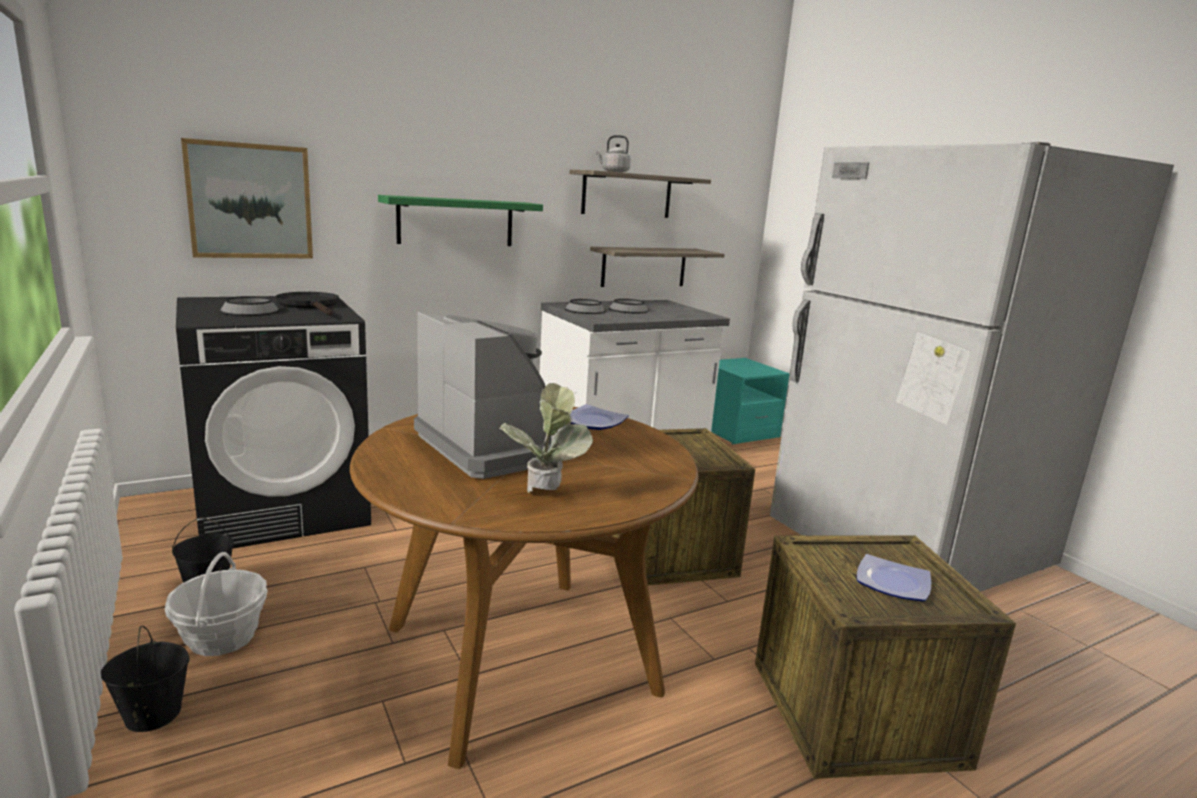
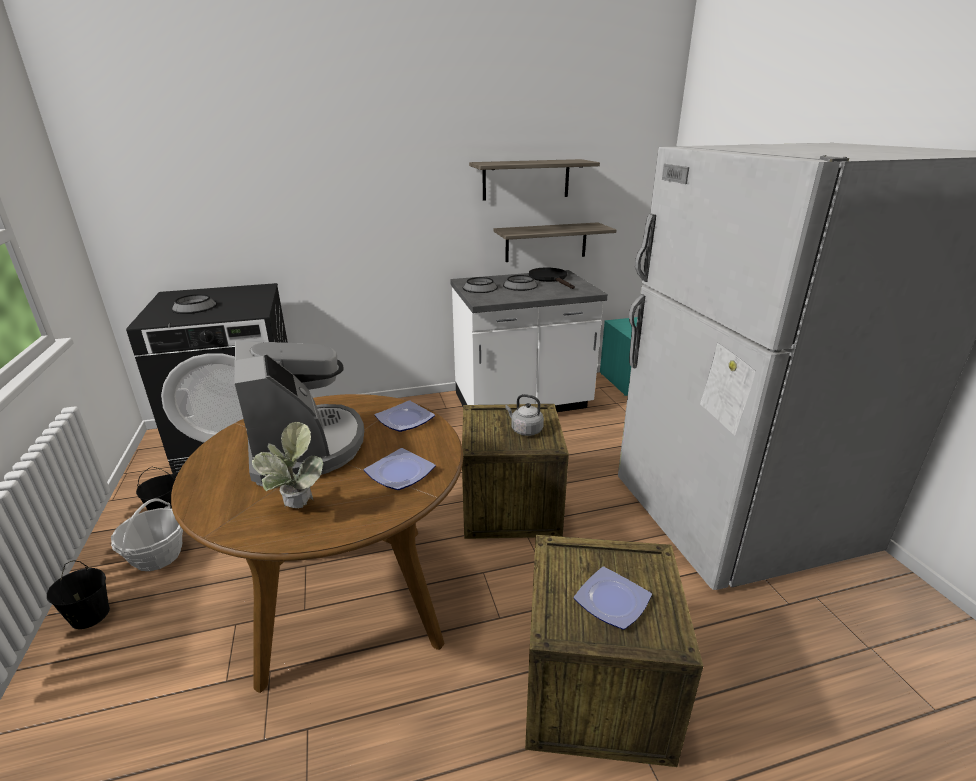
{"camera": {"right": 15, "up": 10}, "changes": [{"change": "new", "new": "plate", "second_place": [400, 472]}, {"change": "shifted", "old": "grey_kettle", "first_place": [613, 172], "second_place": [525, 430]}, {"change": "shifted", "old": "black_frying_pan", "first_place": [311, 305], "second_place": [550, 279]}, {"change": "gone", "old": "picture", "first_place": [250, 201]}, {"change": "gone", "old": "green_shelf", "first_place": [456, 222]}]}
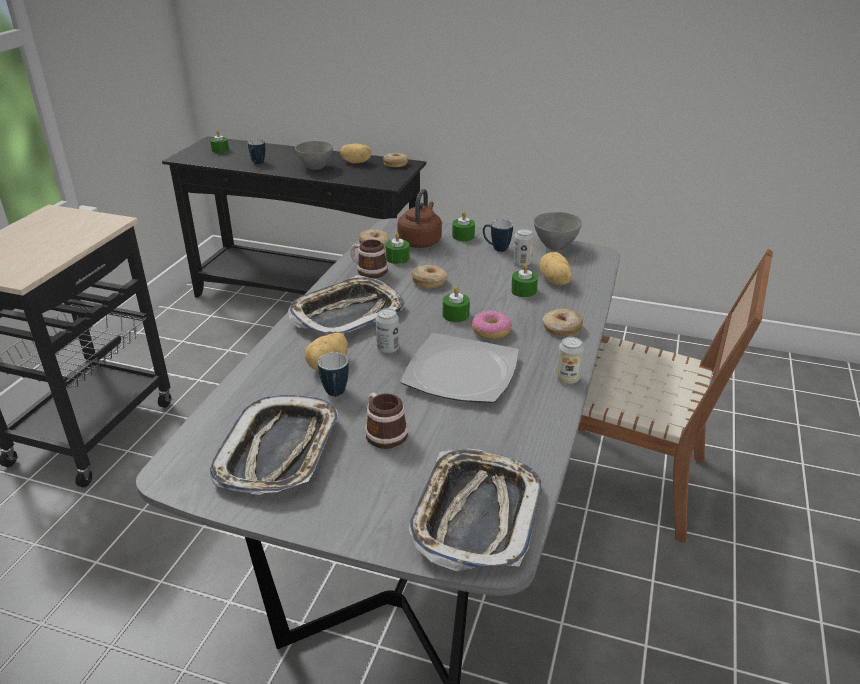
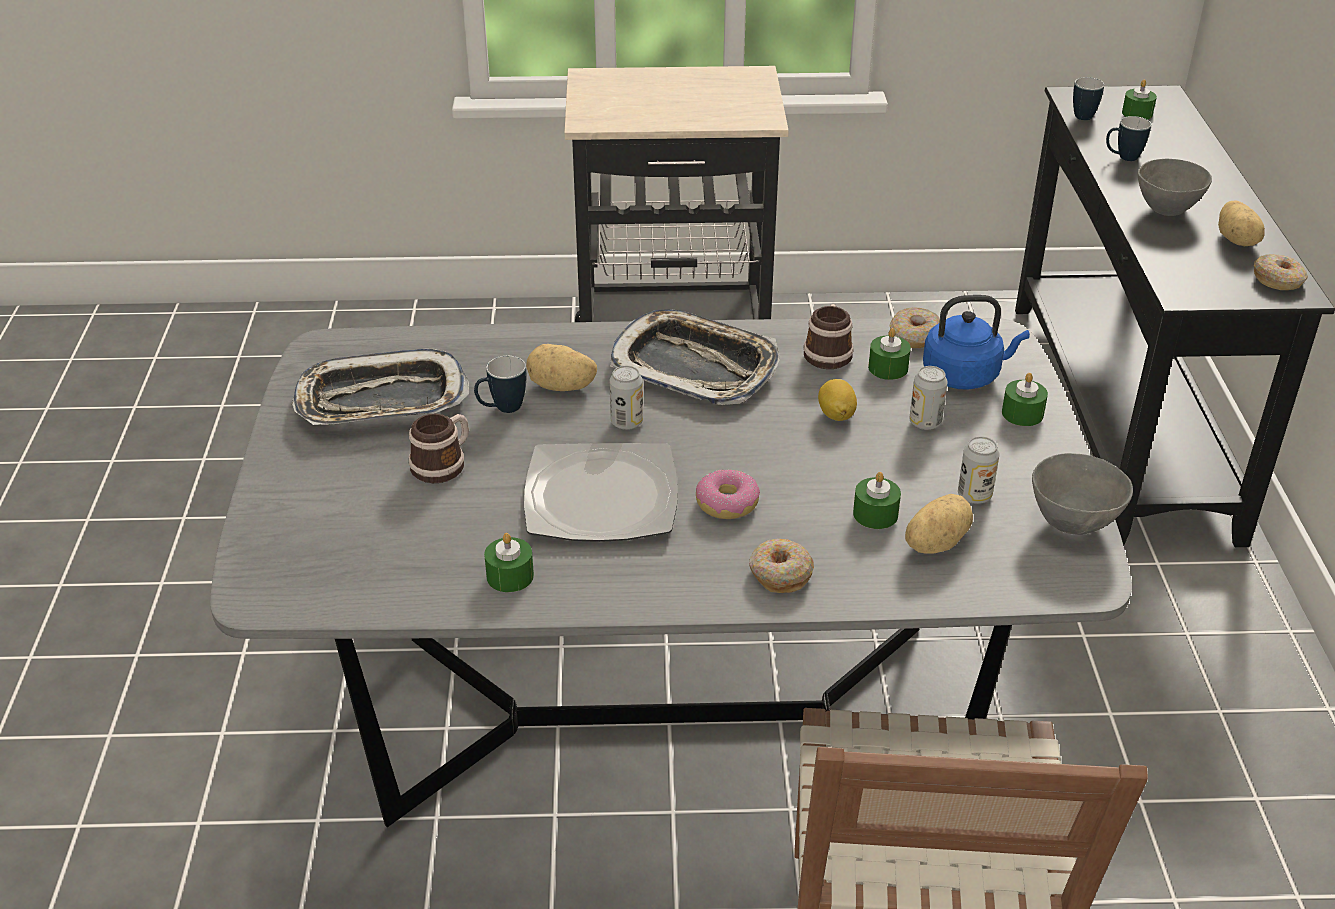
{"camera": {"right": 70, "up": 5}, "changes": [{"change": "shifted", "old": "green_candle", "first_place": [455, 315], "second_place": [510, 576]}, {"change": "swapped", "old": "donut", "new": "lemon", "first_place": [429, 281], "second_place": [836, 414]}, {"change": "shifted", "old": "can", "first_place": [567, 379], "second_place": [925, 422]}, {"change": "repainted", "old": "brown_kettle", "new": "blue_kettle", "first_place": [420, 241], "second_place": [965, 375]}, {"change": "shifted", "old": "mug", "first_place": [496, 248], "second_place": [1082, 114]}, {"change": "gone", "old": "tray", "first_place": [475, 515]}]}
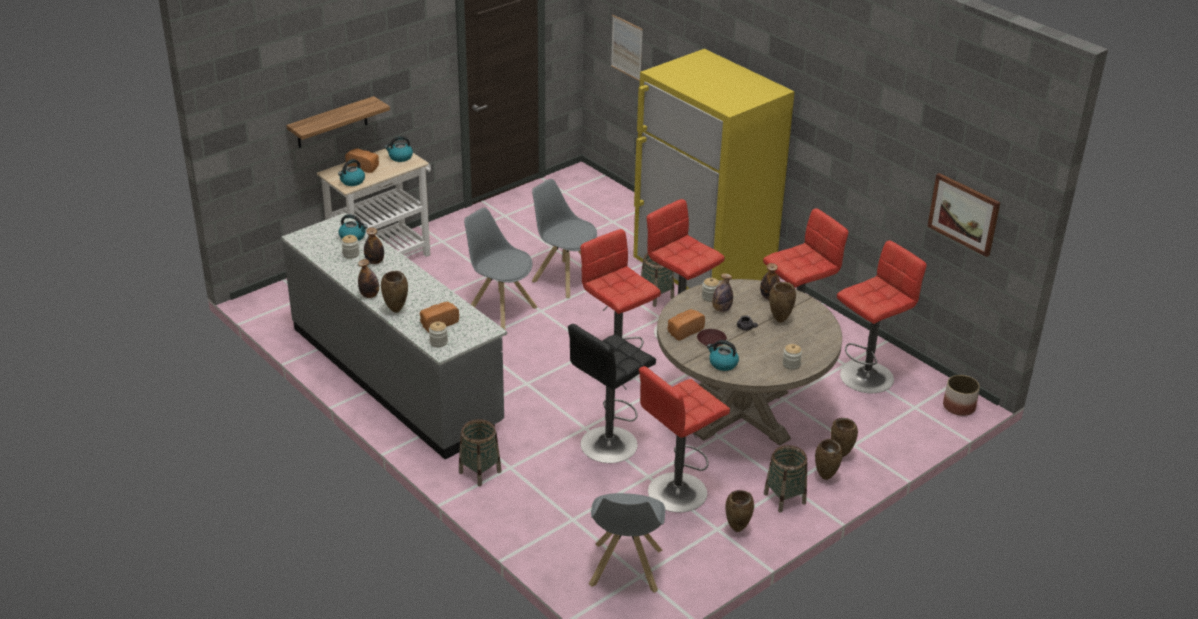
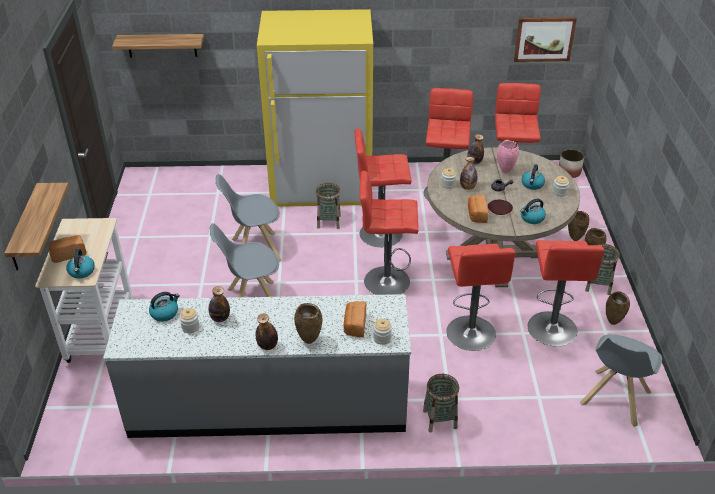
{"camera": {"right": -50, "up": 5}, "changes": [{"change": "swapped", "old": "picture", "new": "shelf", "first_place": [627, 47], "second_place": [162, 45]}, {"change": "repainted", "old": "black_stool", "new": "red_stool", "first_place": [608, 445], "second_place": [470, 333]}, {"change": "repainted", "old": "brown_vase", "new": "pink_vase", "first_place": [779, 320], "second_place": [505, 171]}, {"change": "shifted", "old": "kettle", "first_place": [400, 157], "second_place": [532, 184]}, {"change": "rotated", "old": "grey_chair", "first_place": [625, 569], "second_place": [614, 399], "degrees": 75}]}
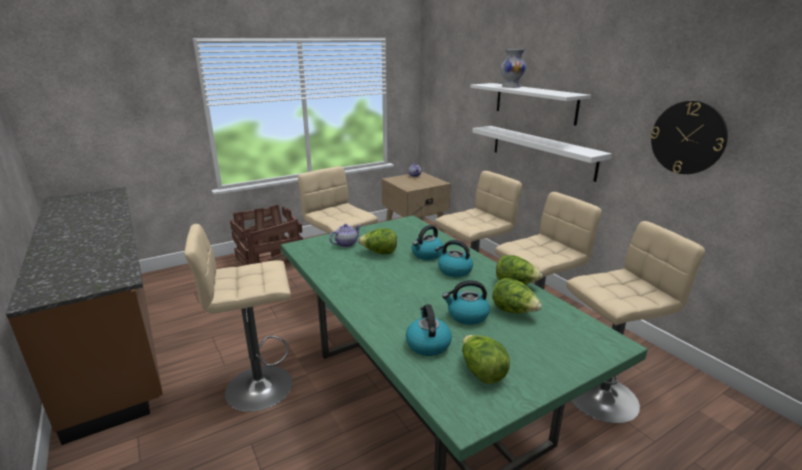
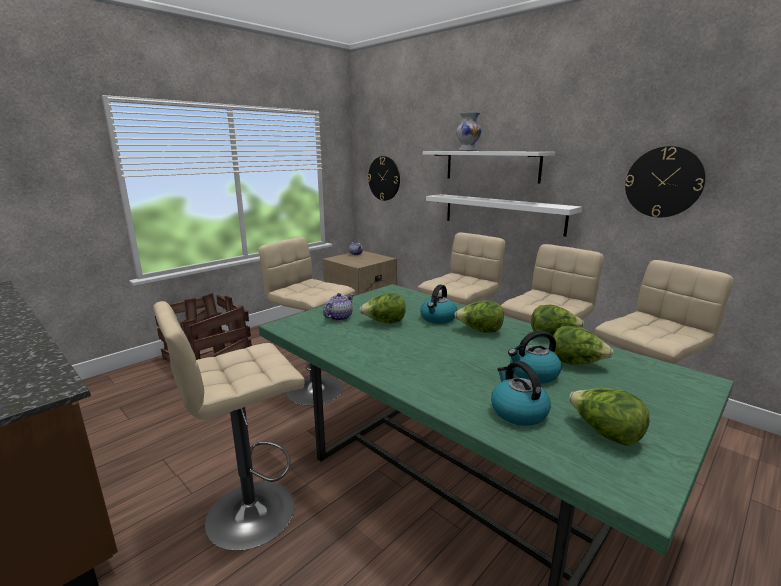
{"camera": {"right": -15, "up": -5}, "changes": [{"change": "new", "new": "wall_clock", "second_place": [384, 178]}, {"change": "swapped", "old": "kettle", "new": "lettuce", "first_place": [454, 270], "second_place": [479, 331]}]}
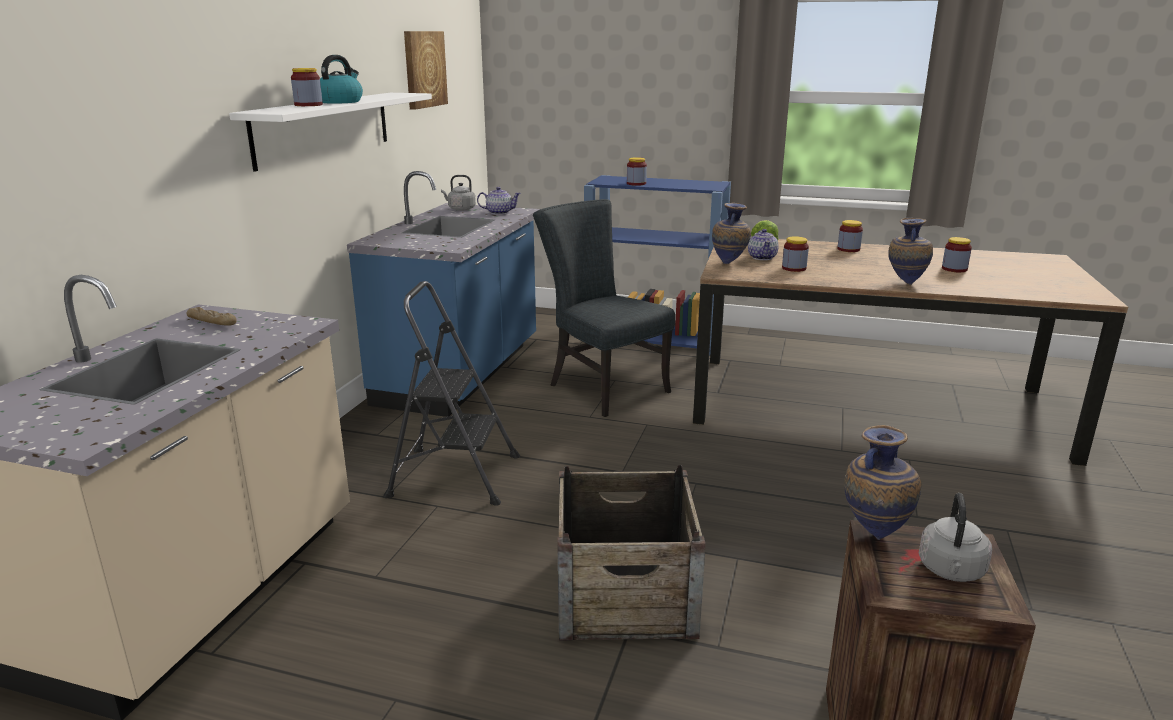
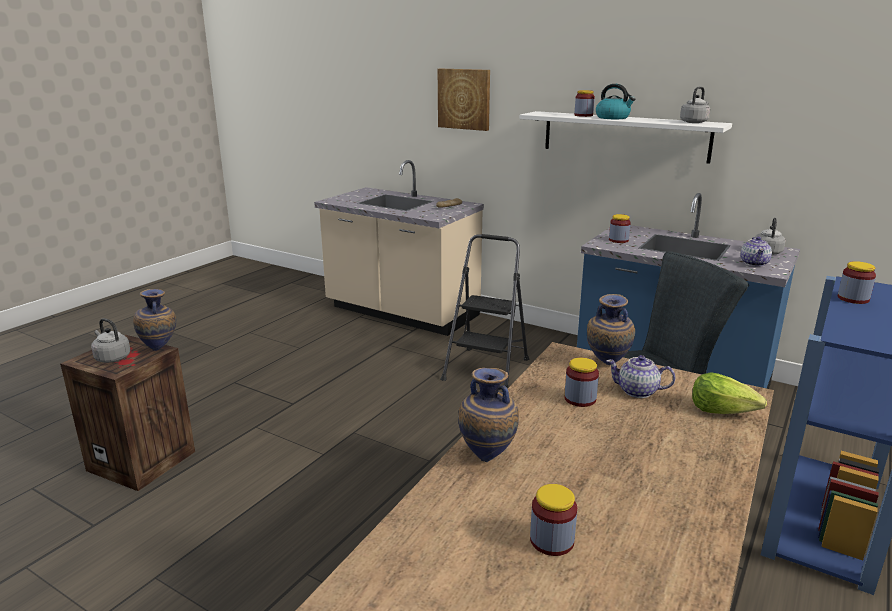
{"camera": {"right": 105, "up": 0}, "changes": [{"change": "shifted", "old": "picture", "first_place": [424, 69], "second_place": [464, 99]}, {"change": "shifted", "old": "jar", "first_place": [848, 249], "second_place": [618, 240]}, {"change": "new", "new": "grey_kettle", "second_place": [694, 122]}, {"change": "gone", "old": "crate", "first_place": [624, 594]}]}
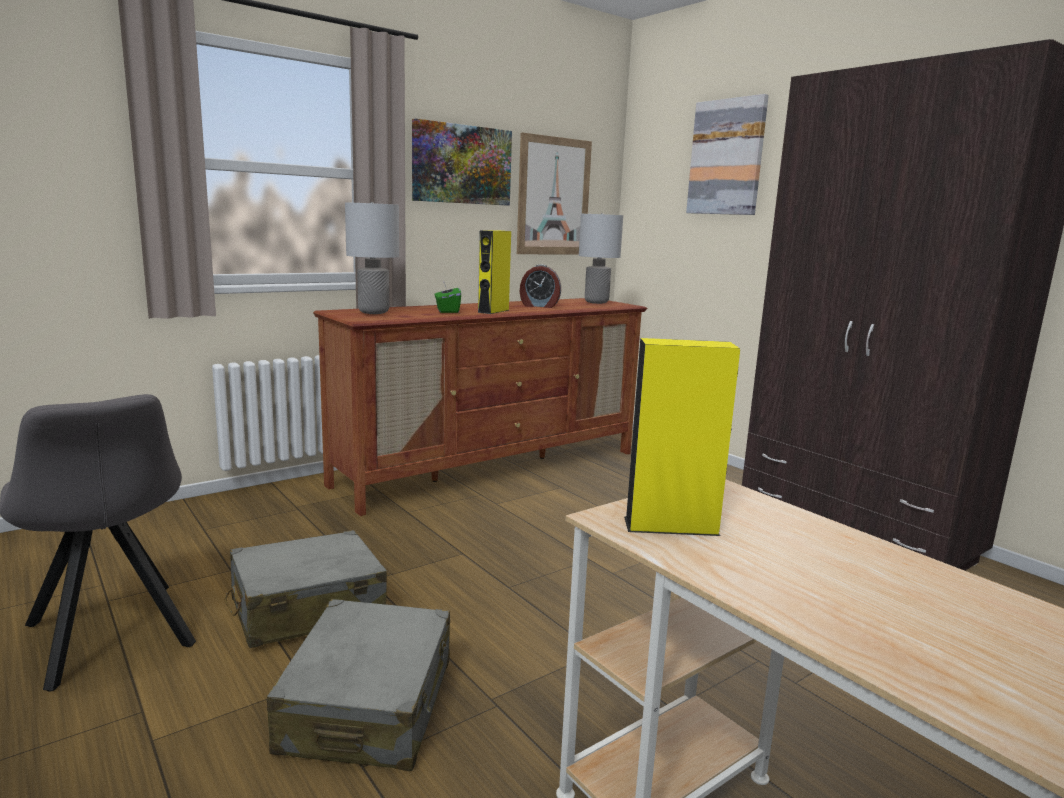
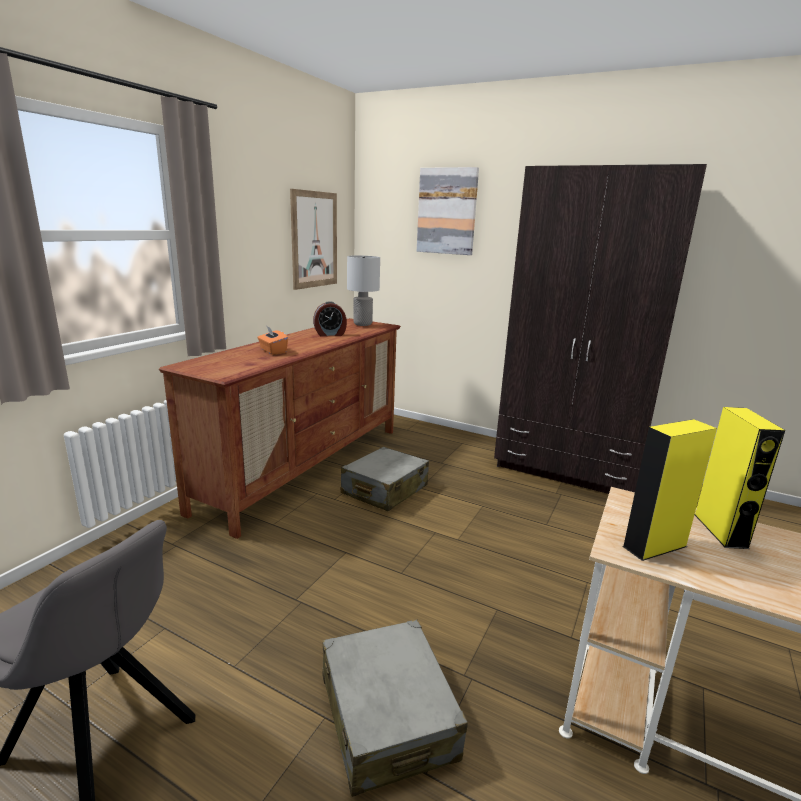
{"camera": {"right": -25, "up": 5}, "changes": [{"change": "repainted", "old": "green_tissue_box", "new": "orange_tissue_box", "first_place": [447, 311], "second_place": [273, 351]}, {"change": "shifted", "old": "grey_suitcase", "first_place": [307, 608], "second_place": [384, 490]}, {"change": "shifted", "old": "yellow_speaker", "first_place": [493, 311], "second_place": [720, 530]}, {"change": "gone", "old": "grey_table_lamp", "first_place": [373, 313]}, {"change": "gone", "old": "picture", "first_place": [461, 164]}]}
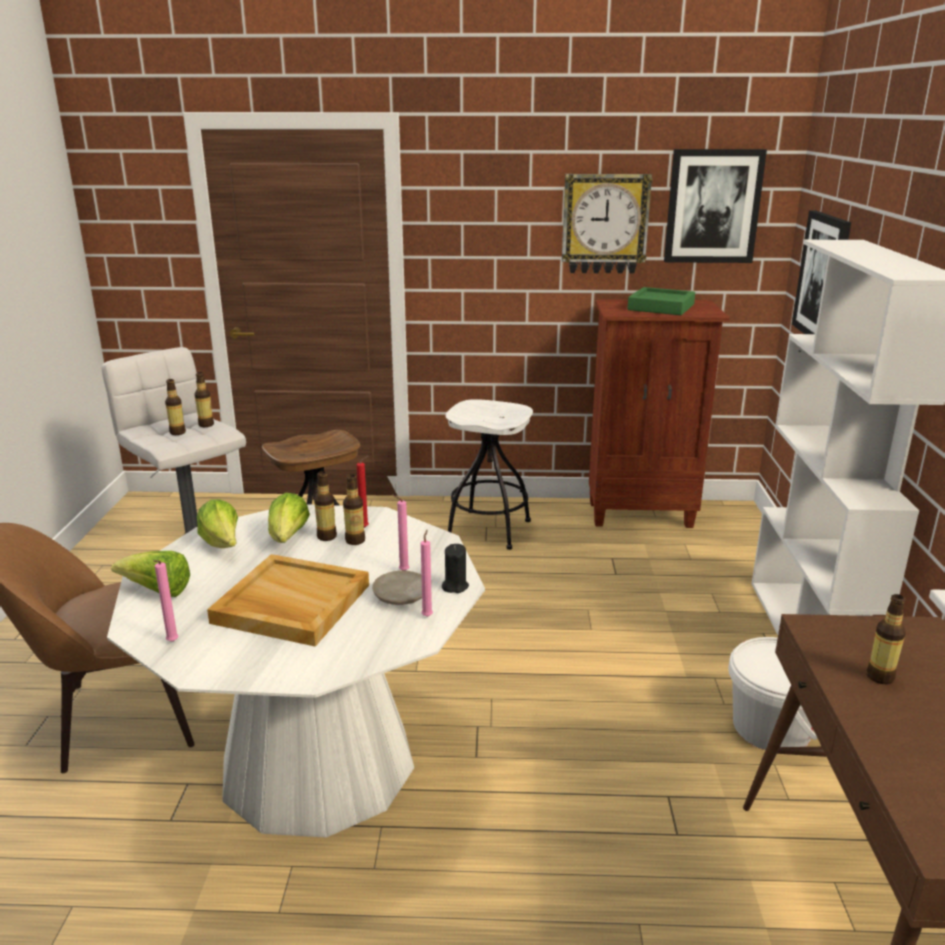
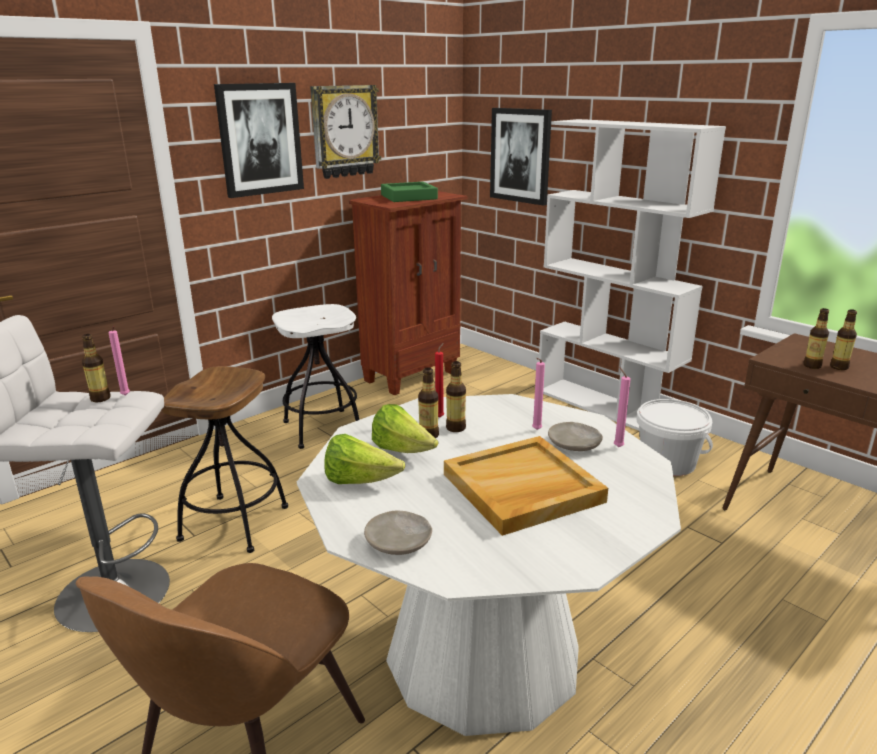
{"camera": {"right": -45, "up": 0}, "changes": [{"change": "shifted", "old": "pink_candle", "first_place": [171, 642], "second_place": [126, 396]}, {"change": "shifted", "old": "picture", "first_place": [713, 206], "second_place": [260, 139]}, {"change": "swapped", "old": "lettuce", "new": "beige_plate", "first_place": [158, 592], "second_place": [399, 542]}, {"change": "shifted", "old": "bottle", "first_place": [177, 433], "second_place": [812, 366]}, {"change": "gone", "old": "black_candle", "first_place": [455, 586]}]}
